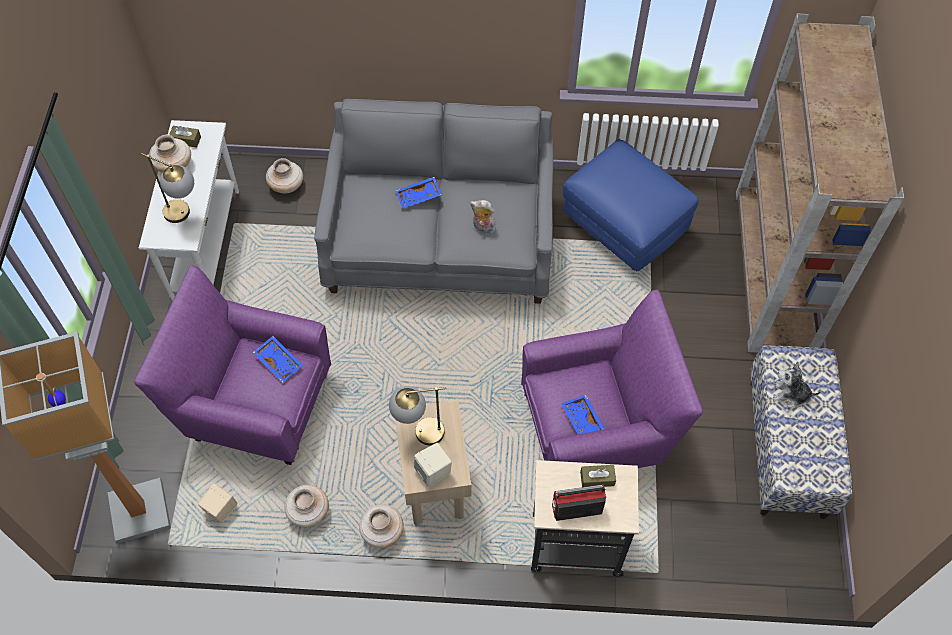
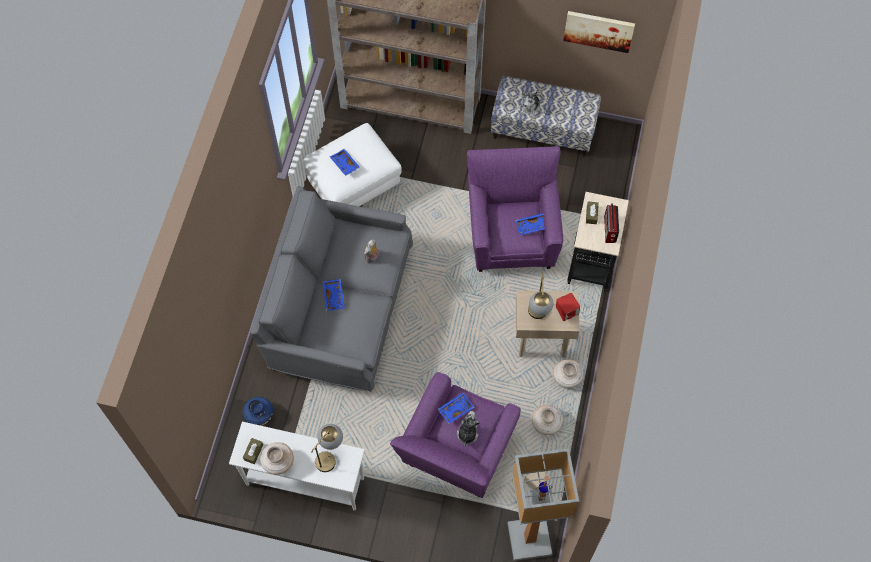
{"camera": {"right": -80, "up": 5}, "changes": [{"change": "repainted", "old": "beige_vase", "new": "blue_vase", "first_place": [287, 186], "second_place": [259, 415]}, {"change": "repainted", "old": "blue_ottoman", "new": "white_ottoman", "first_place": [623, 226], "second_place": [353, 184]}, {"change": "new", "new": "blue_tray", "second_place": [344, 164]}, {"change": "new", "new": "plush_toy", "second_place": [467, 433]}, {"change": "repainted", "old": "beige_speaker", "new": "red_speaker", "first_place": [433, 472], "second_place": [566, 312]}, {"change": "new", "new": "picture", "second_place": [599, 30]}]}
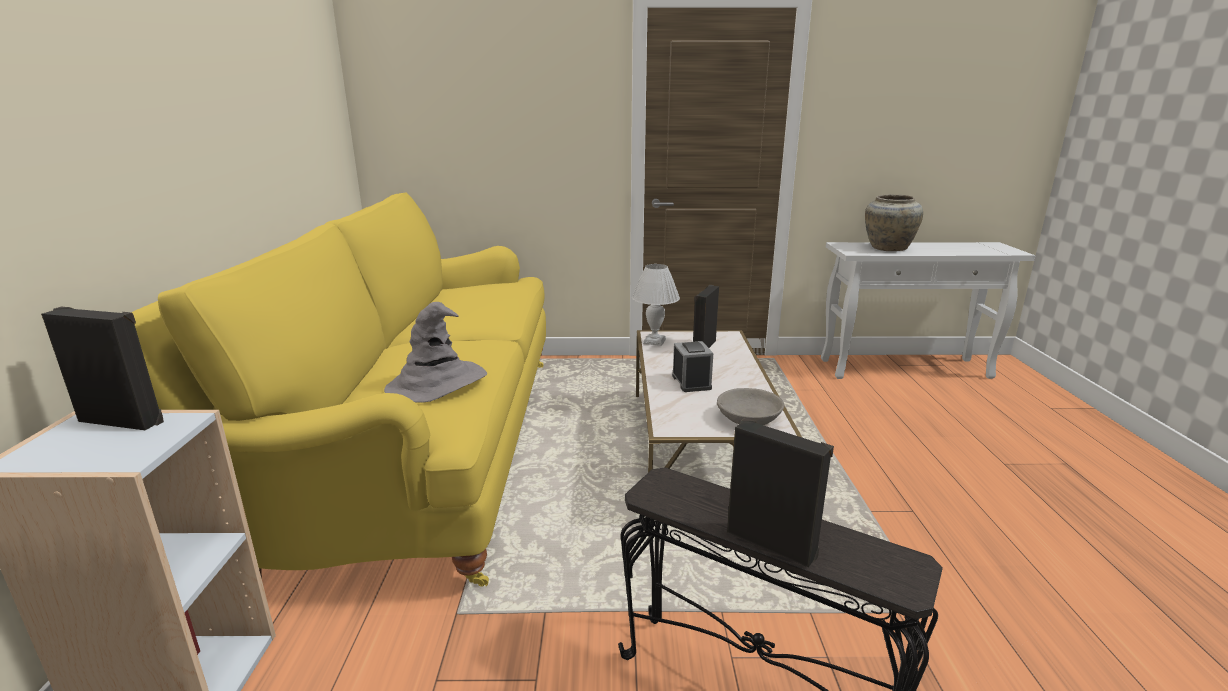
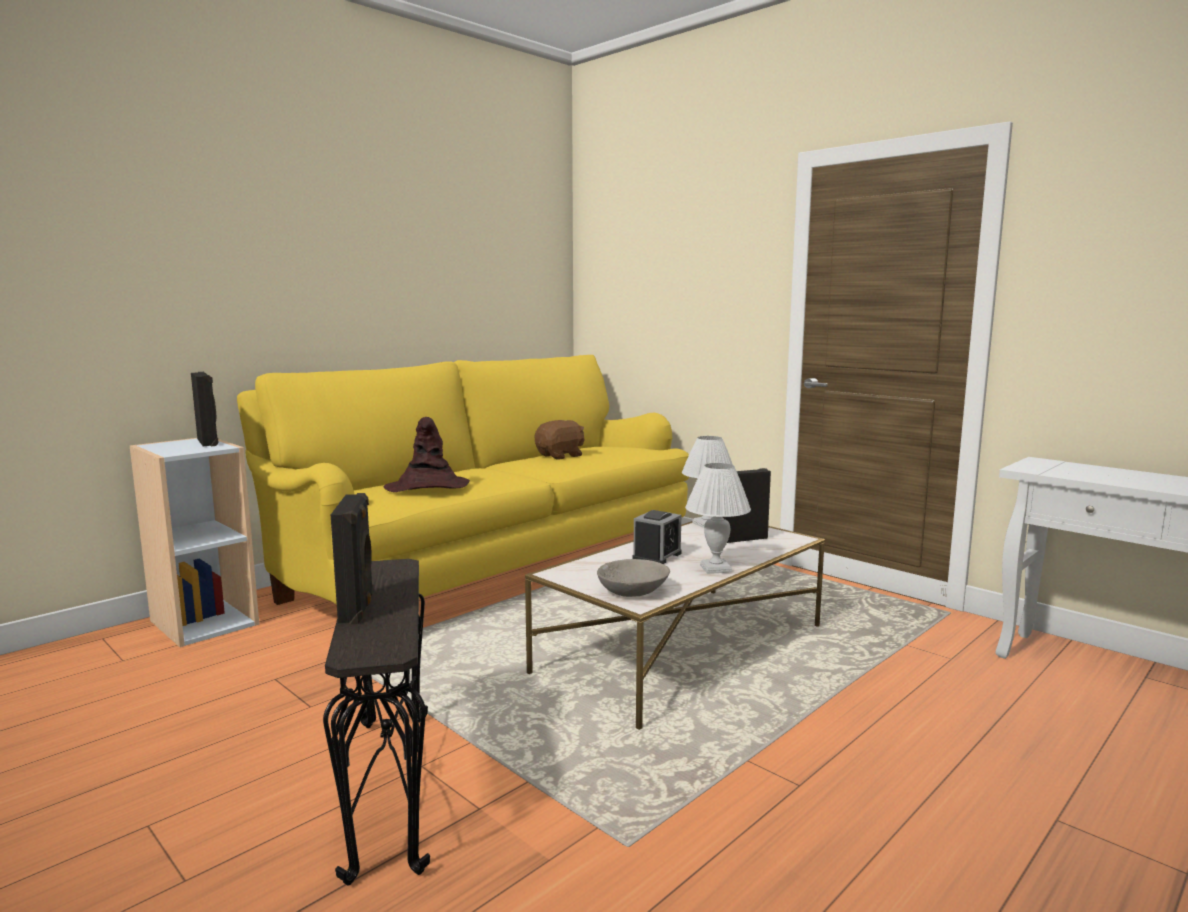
{"camera": {"right": 45, "up": -10}, "changes": [{"change": "repainted", "old": "grey_hat", "new": "brown_hat", "first_place": [437, 383], "second_place": [427, 487]}, {"change": "new", "new": "brown_plush_toy", "second_place": [560, 456]}, {"change": "new", "new": "white_table_lamp", "second_place": [716, 569]}, {"change": "gone", "old": "beige_vase", "first_place": [887, 248]}]}
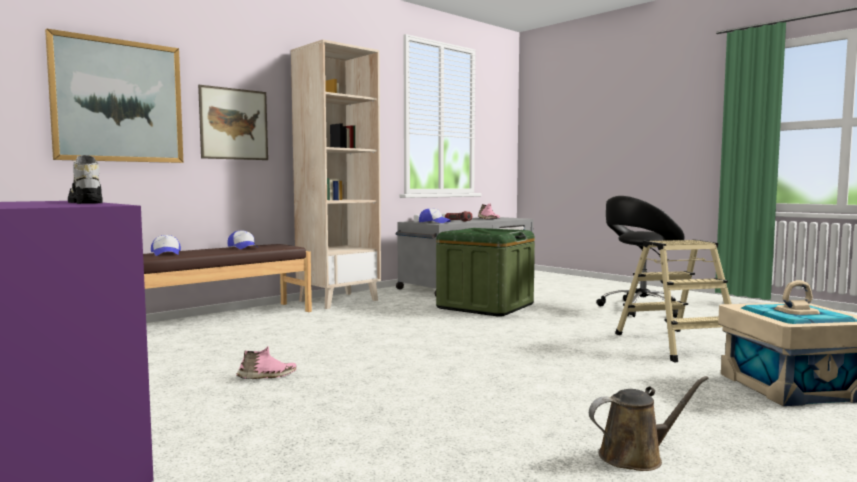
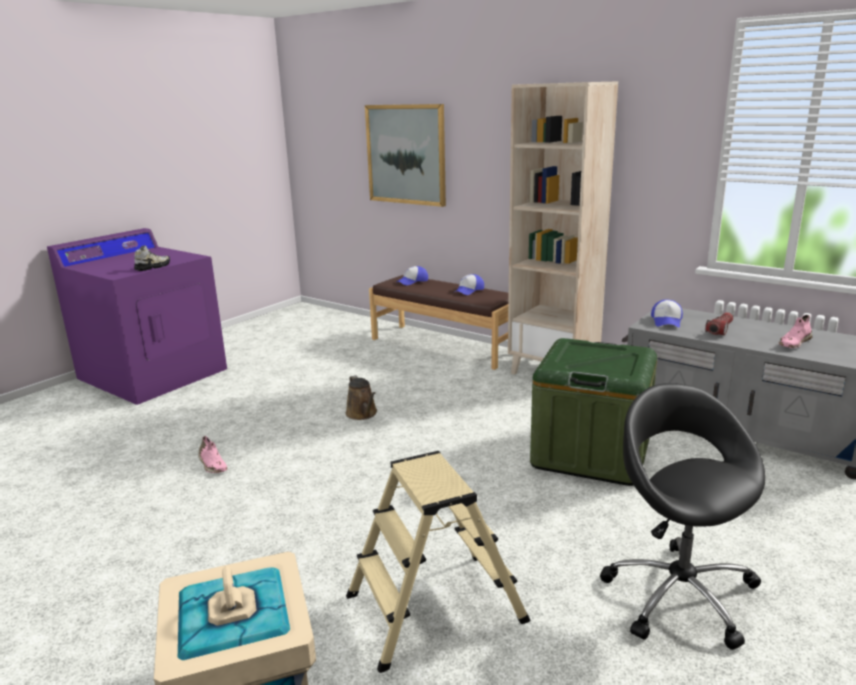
{"camera": {"right": 80, "up": 15}, "changes": [{"change": "shifted", "old": "pink_shoe", "first_place": [267, 377], "second_place": [212, 465]}, {"change": "shifted", "old": "brown_watering_can", "first_place": [636, 456], "second_place": [362, 414]}, {"change": "gone", "old": "picture", "first_place": [234, 124]}]}
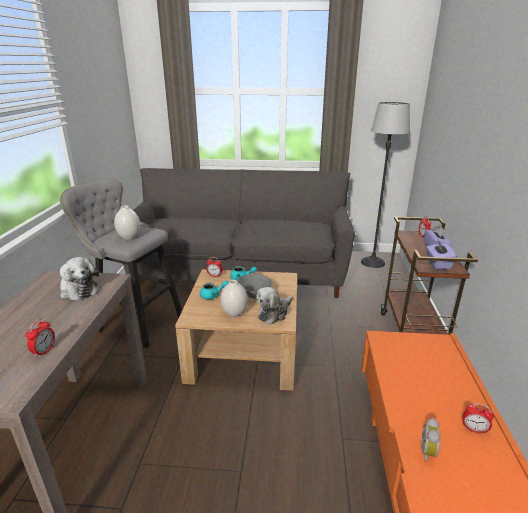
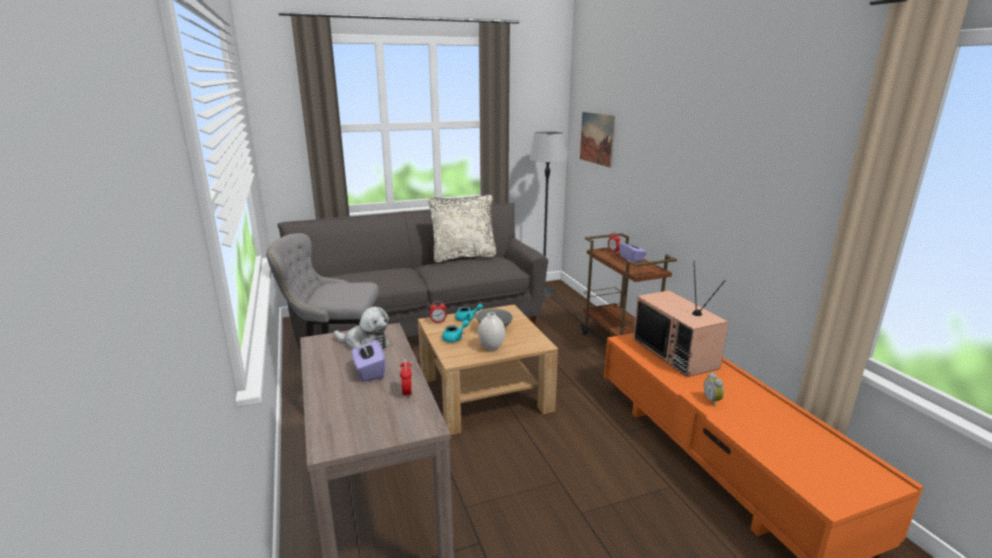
{"camera": {"right": -25, "up": -5}, "changes": [{"change": "shifted", "old": "purple_tissue_box", "first_place": [438, 264], "second_place": [369, 372]}, {"change": "new", "new": "beige_pillow", "second_place": [464, 257]}, {"change": "new", "new": "picture", "second_place": [596, 138]}, {"change": "new", "new": "television", "second_place": [676, 353]}, {"change": "gone", "old": "white_vase", "first_place": [129, 237]}, {"change": "gone", "old": "plush_toy", "first_place": [274, 313]}, {"change": "gone", "old": "alarm_clock", "first_place": [473, 429]}]}
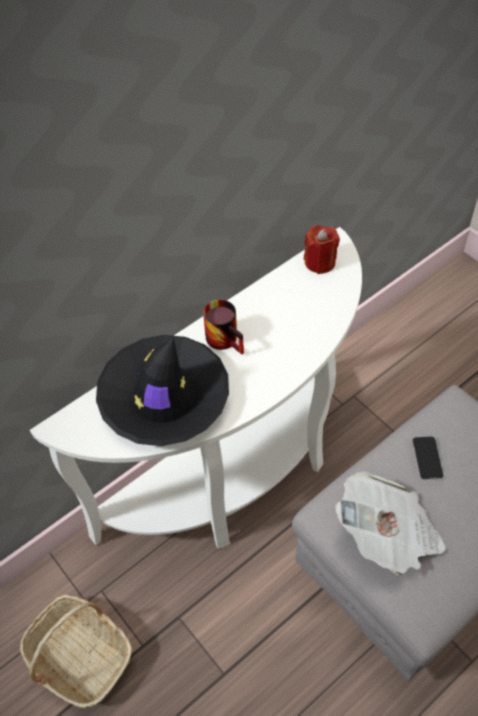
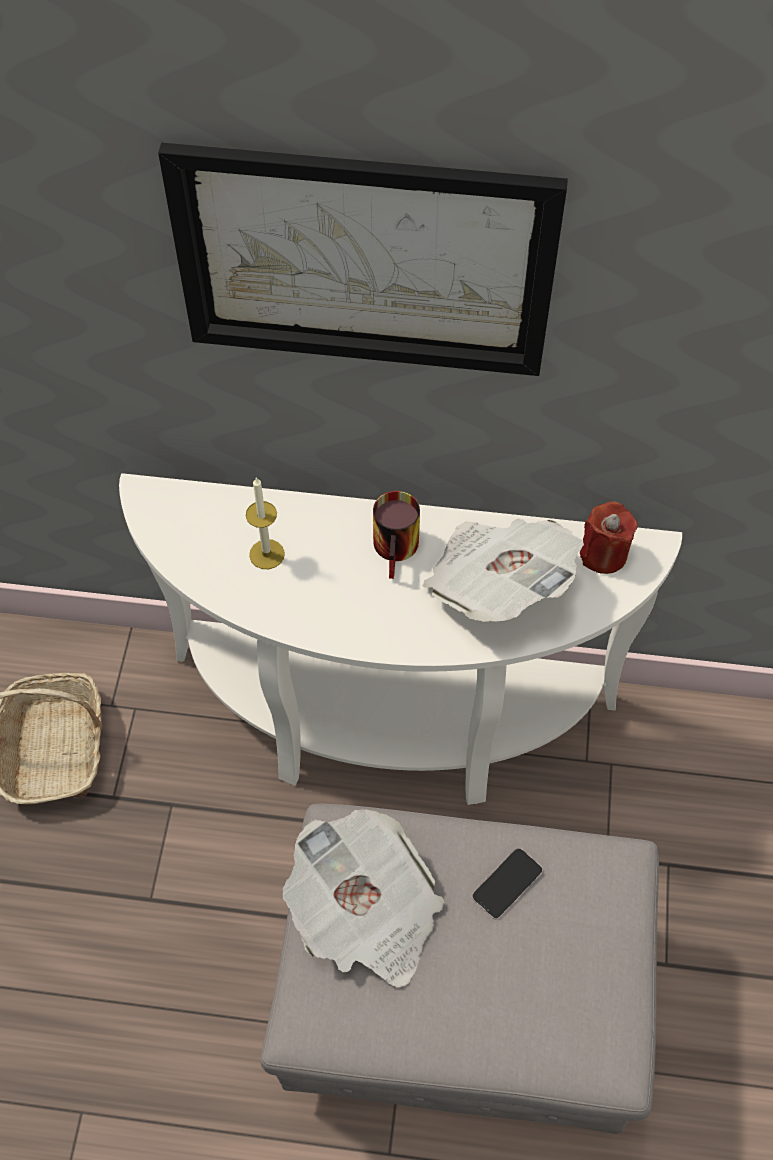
{"camera": {"right": 45, "up": 5}, "changes": [{"change": "new", "new": "picture", "second_place": [364, 261]}, {"change": "swapped", "old": "black_hat", "new": "candle", "first_place": [164, 398], "second_place": [267, 554]}, {"change": "new", "new": "newspaper", "second_place": [497, 584]}]}
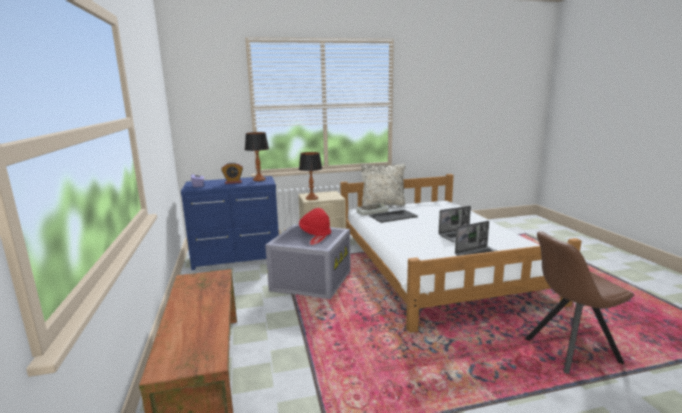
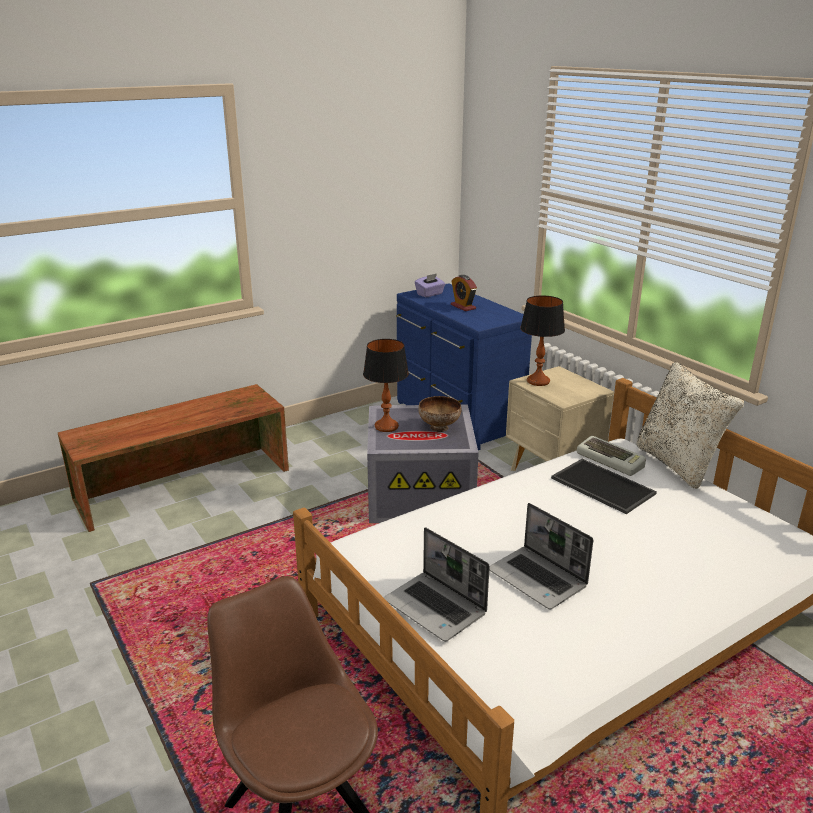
{"camera": {"right": 70, "up": 10}, "changes": [{"change": "shifted", "old": "table_lamp", "first_place": [259, 179], "second_place": [386, 426]}, {"change": "swapped", "old": "red_hat", "new": "bowl", "first_place": [315, 232], "second_place": [439, 428]}]}
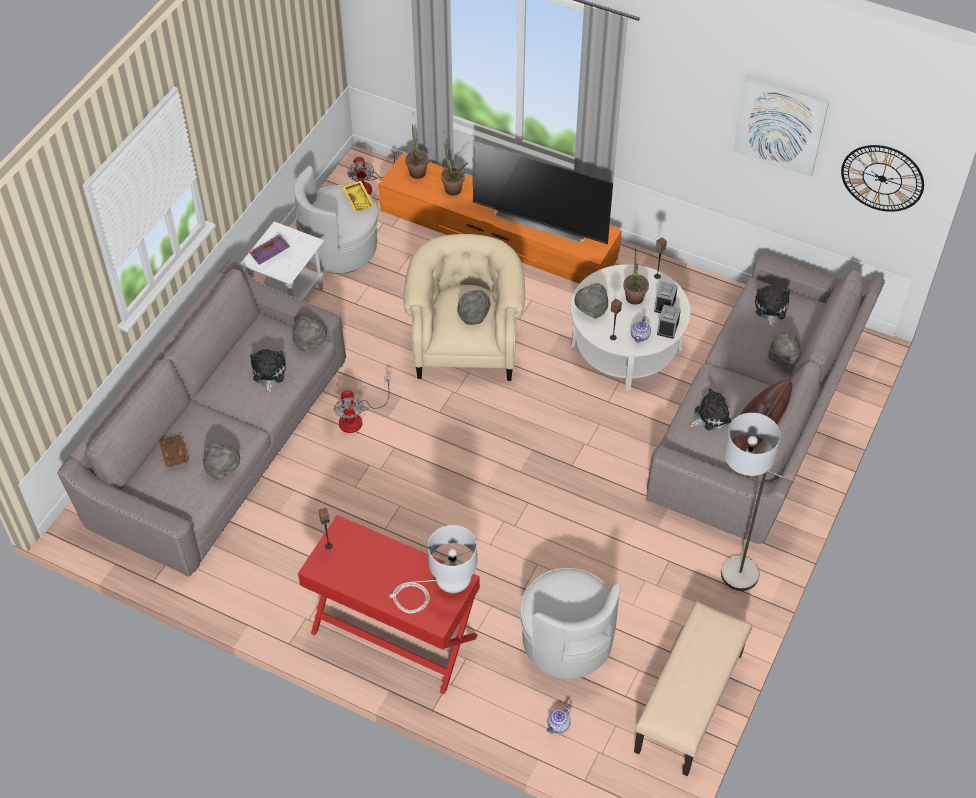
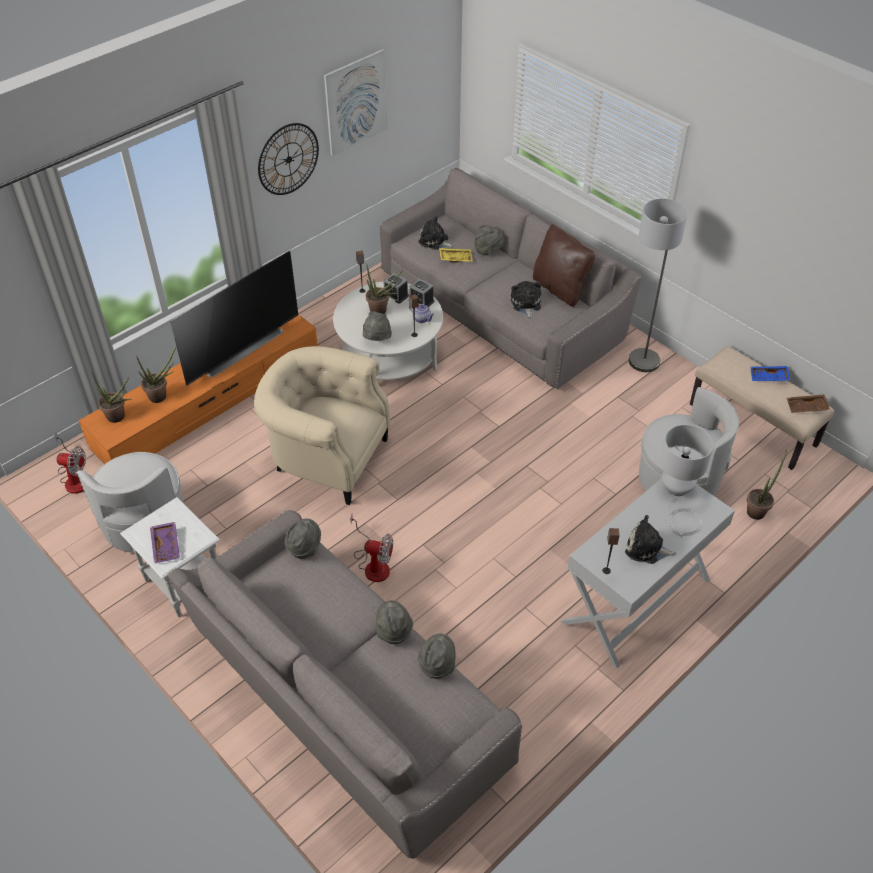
{"camera": {"right": -70, "up": -5}, "changes": [{"change": "shifted", "old": "wall_clock", "first_place": [882, 178], "second_place": [288, 159]}, {"change": "shifted", "old": "grey_hat", "first_place": [473, 316], "second_place": [393, 631]}, {"change": "shifted", "old": "yellow_tray", "first_place": [359, 200], "second_place": [455, 258]}, {"change": "repainted", "old": "red_console_table", "new": "white_console_table", "first_place": [393, 634], "second_place": [637, 601]}, {"change": "shifted", "old": "plush_toy", "first_place": [268, 373], "second_place": [646, 548]}, {"change": "swapped", "old": "teapot", "new": "potted_plant", "first_place": [558, 725], "second_place": [757, 510]}, {"change": "new", "new": "blue_tray", "second_place": [768, 378]}, {"change": "shifted", "old": "brown_tray", "first_place": [174, 454], "second_place": [806, 408]}]}
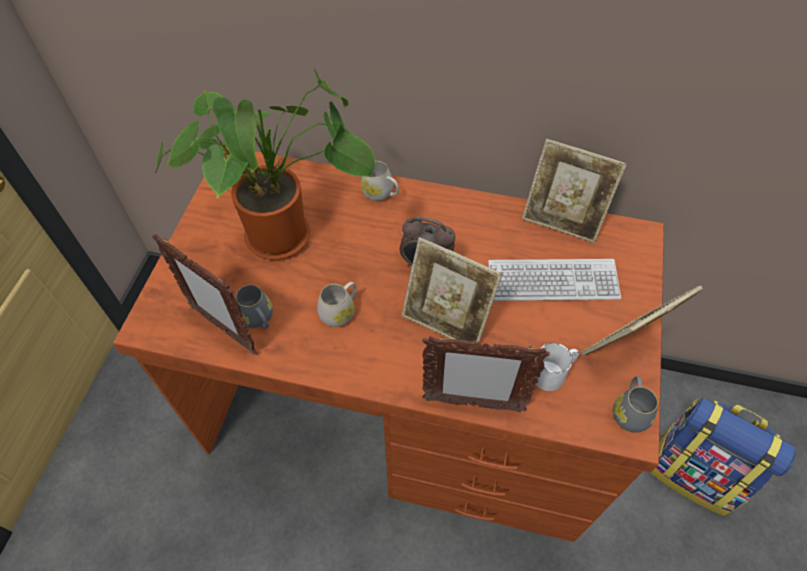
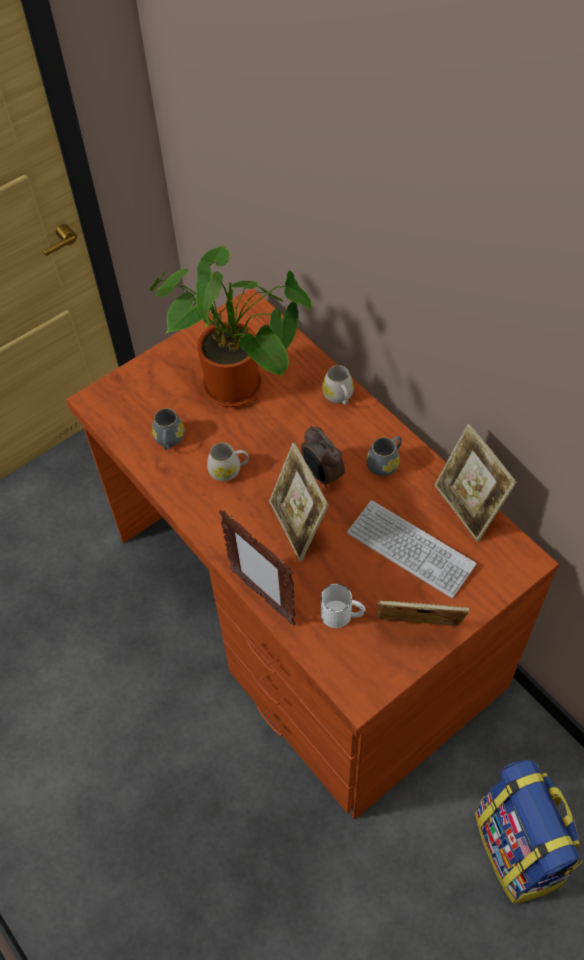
{"camera": {"right": 40, "up": 0}, "changes": [{"change": "shifted", "old": "grey_mug", "first_place": [629, 411], "second_place": [385, 463]}, {"change": "gone", "old": "picture_frame", "first_place": [223, 329]}]}
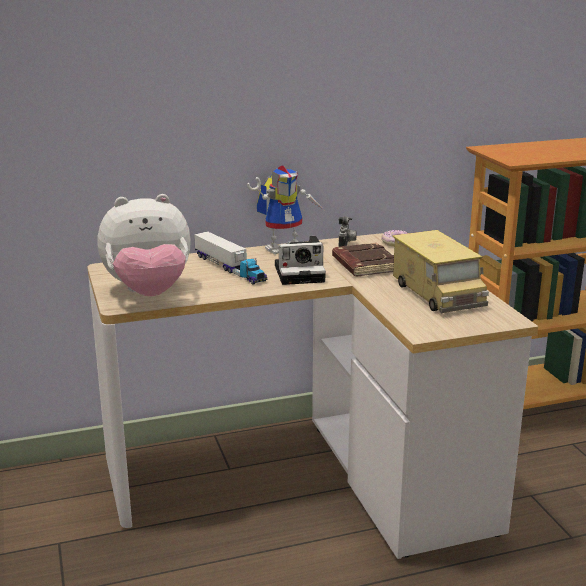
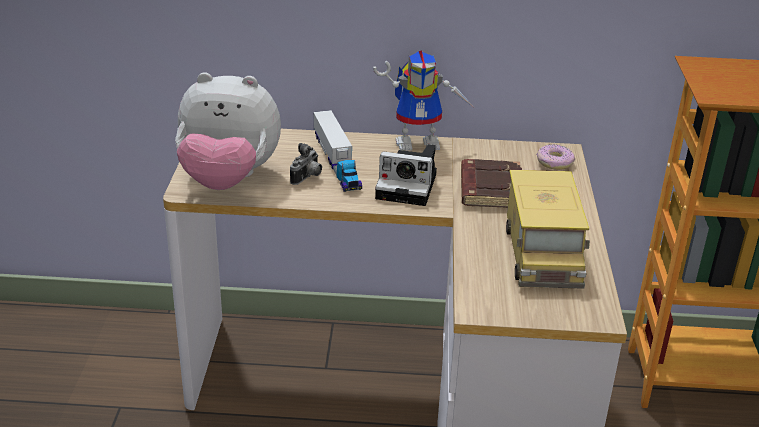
{"camera": {"right": 20, "up": 10}, "changes": [{"change": "shifted", "old": "photo_camera", "first_place": [347, 244], "second_place": [307, 178]}]}
